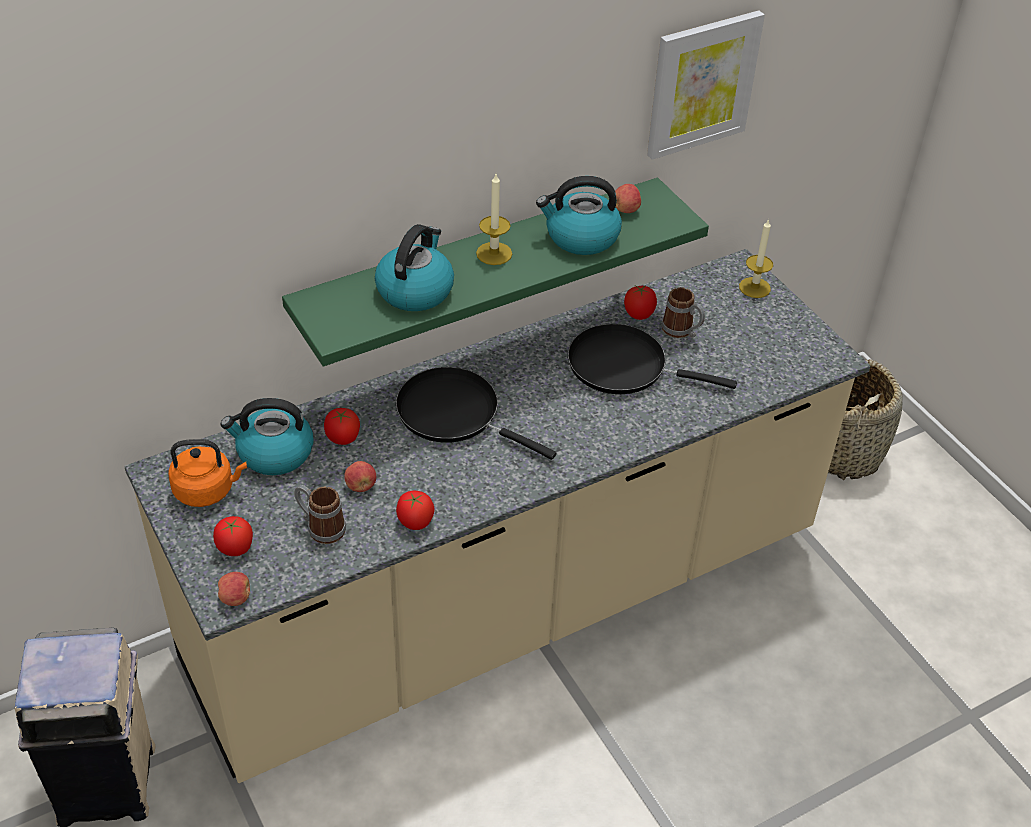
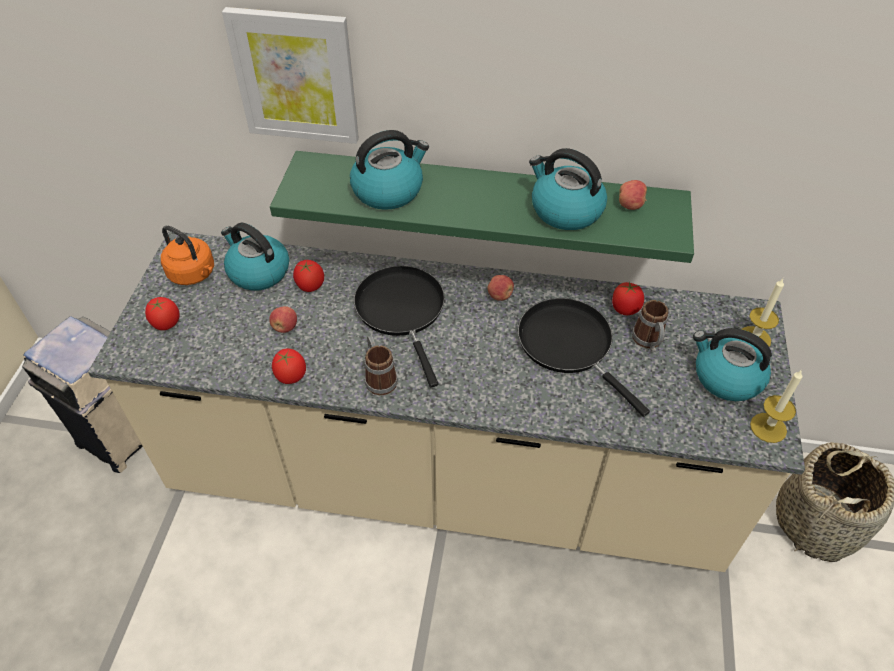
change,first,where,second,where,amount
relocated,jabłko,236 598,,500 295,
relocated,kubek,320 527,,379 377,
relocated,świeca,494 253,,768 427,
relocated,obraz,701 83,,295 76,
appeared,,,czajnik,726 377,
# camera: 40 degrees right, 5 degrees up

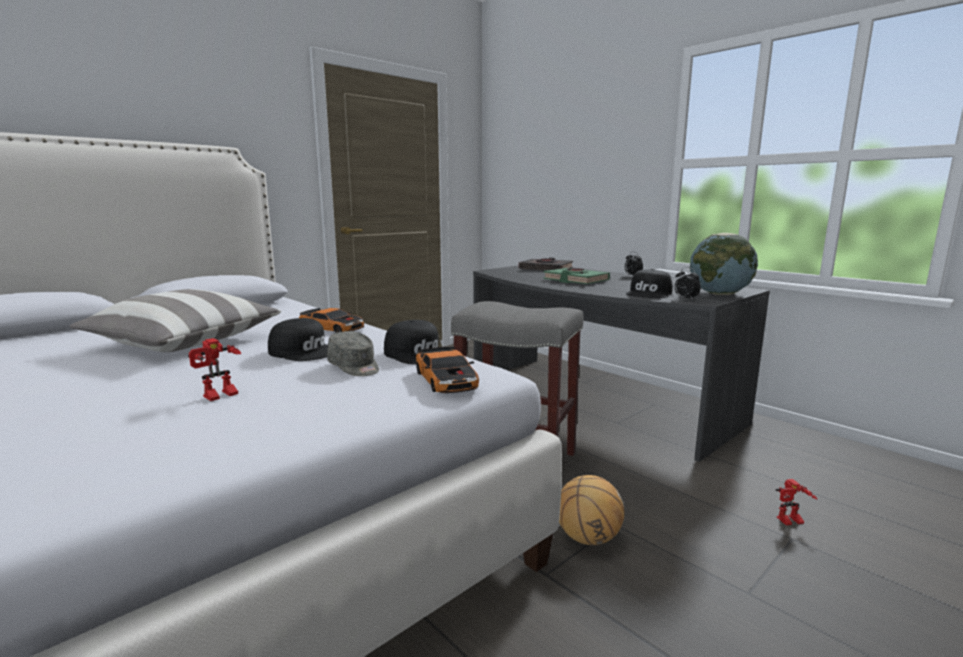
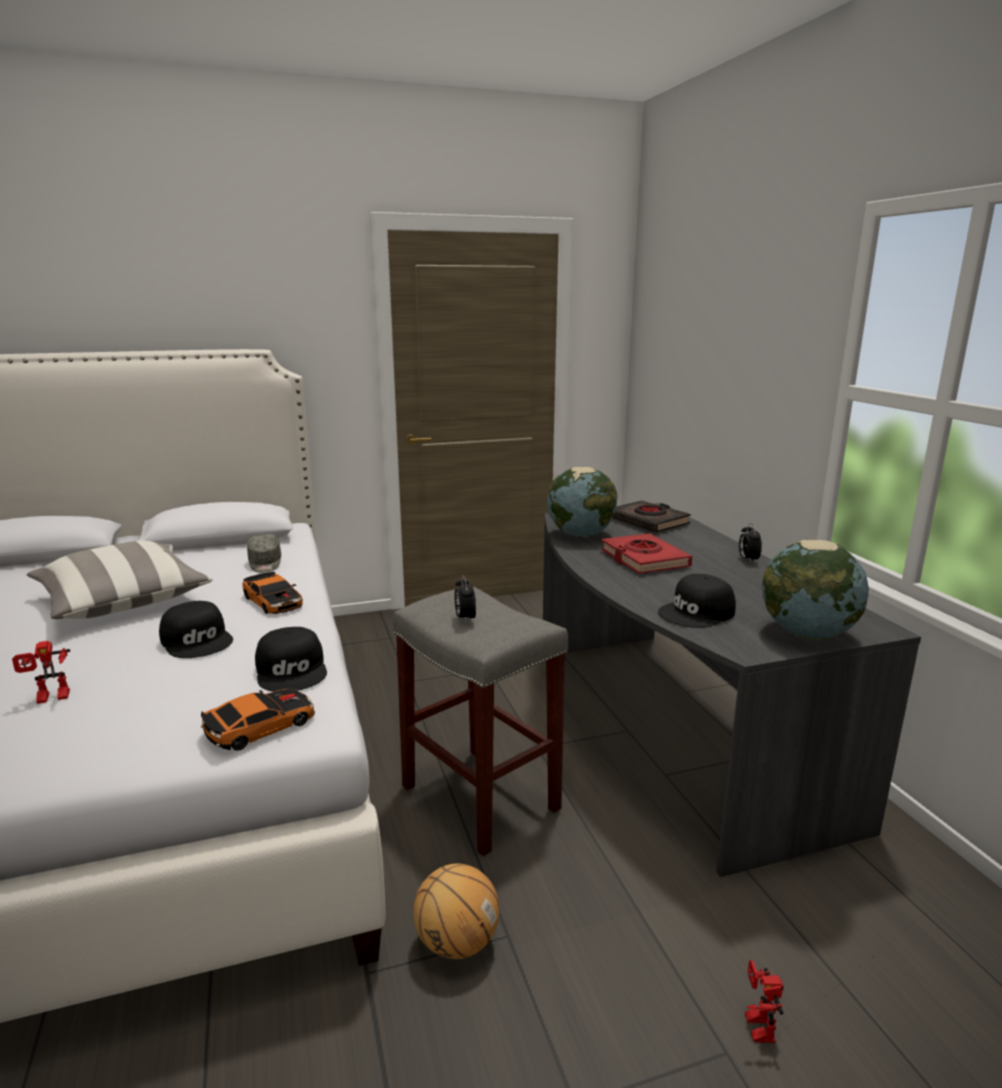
change,first,where,second,where,amount
relocated,czapka z daszkiem [szary],355 367,,265 564,
spun,samochodzik,447 379,,260 725,135 degrees counterclockwise
colour,książka [zielony],575 280,książka [czerwony],644 559,
relocated,budzik,685 299,,465 618,
spun,robot zabawkowy,790 522,,754 1025,75 degrees clockwise
appeared,,,globus,581 534,
# camera: 25 degrees right, 5 degrees up

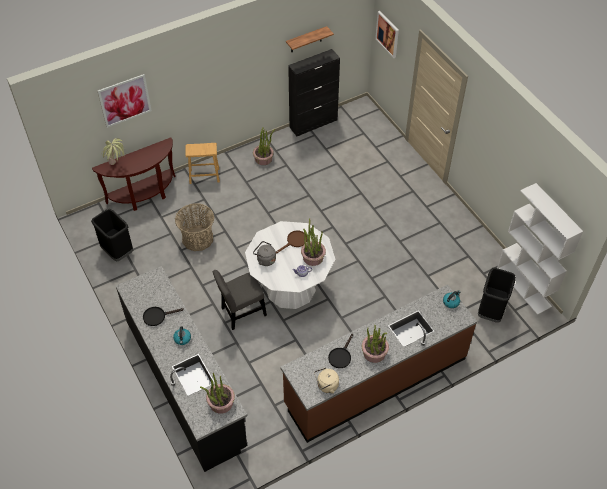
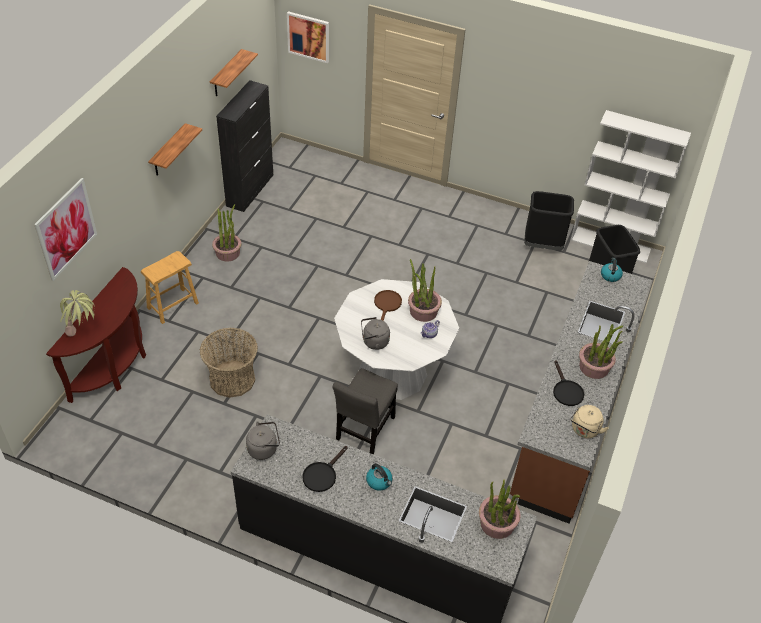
change,first,where,second,where,amount
relocated,kosz na śmieci [czarny],117 251,,542 245,
appeared,,,półka,168 151,
appeared,,,czajnik [szary],264 449,
# camera: 40 degrees left, 5 degrees down

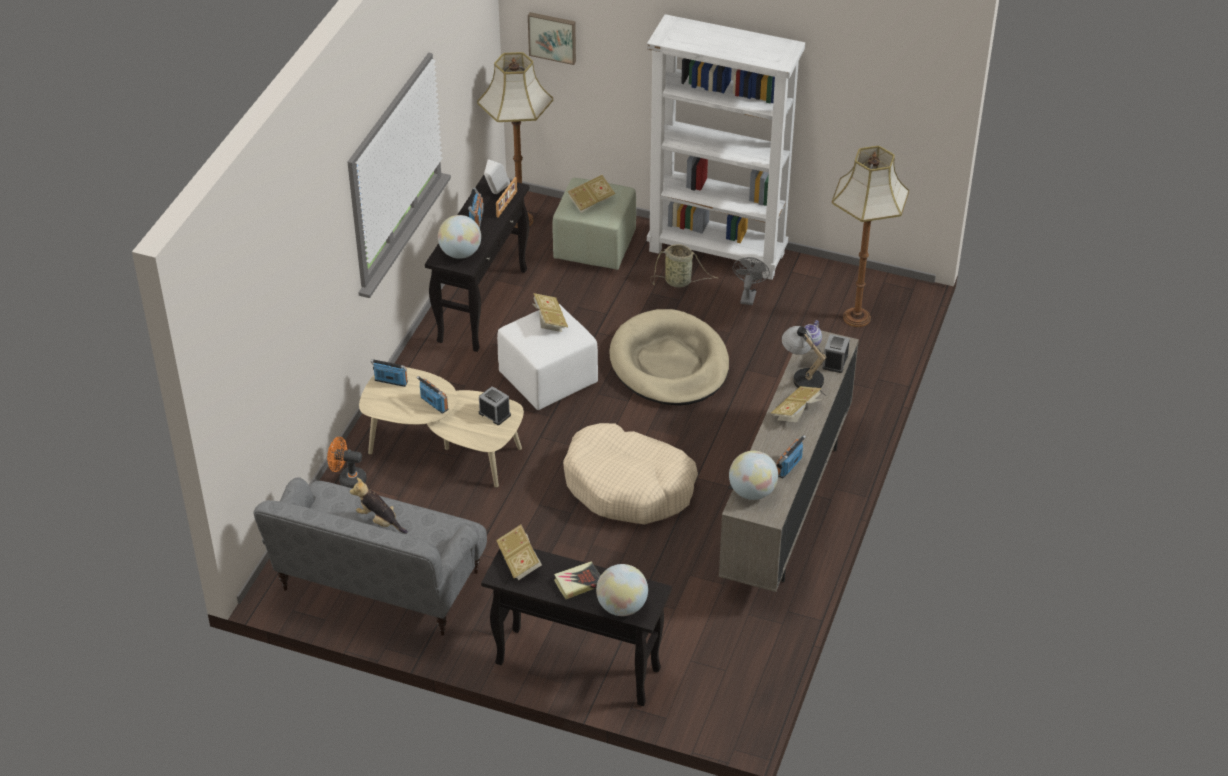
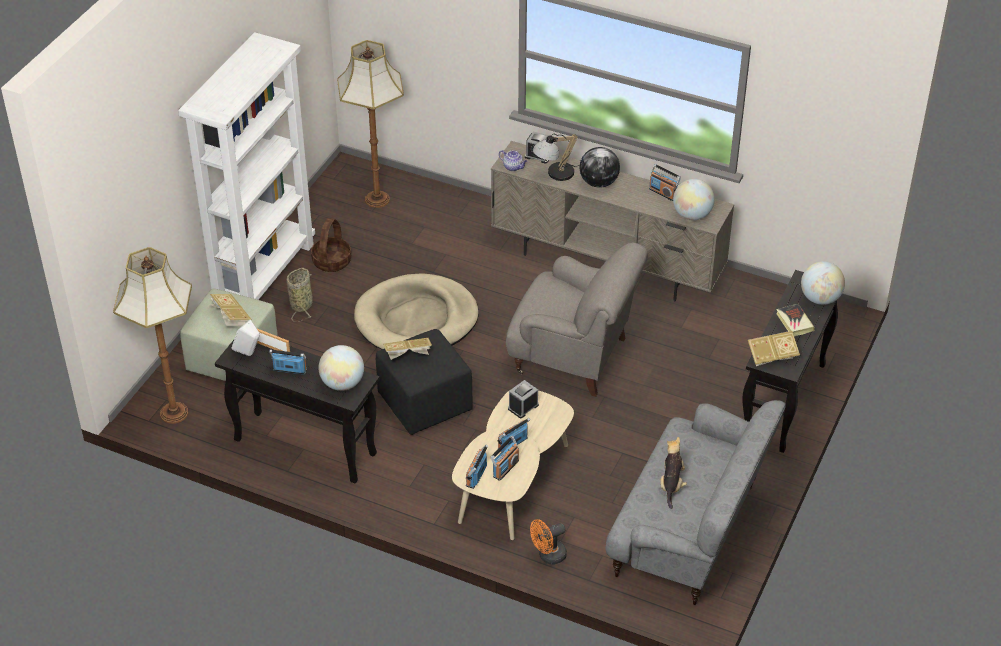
change,first,where,second,where,amount
spun,wentylator [pomarańczowy],348 480,,548 556,45 degrees clockwise
spun,pluszak,379 520,,671 484,150 degrees clockwise
colour,pufa [biały],547 380,pufa [czarny],426 403,
missing,obraz,553 37,,,
exchanged,legowisko [beżowy],629 486,fotel [szary],573 357,
exchanged,wentylator [szary],748 295,koszyk,332 261,
exchanged,książka,796 412,globus,599 183,
appeared,,,radio,505 468,
# camera: 85 degrees left, 0 degrees up

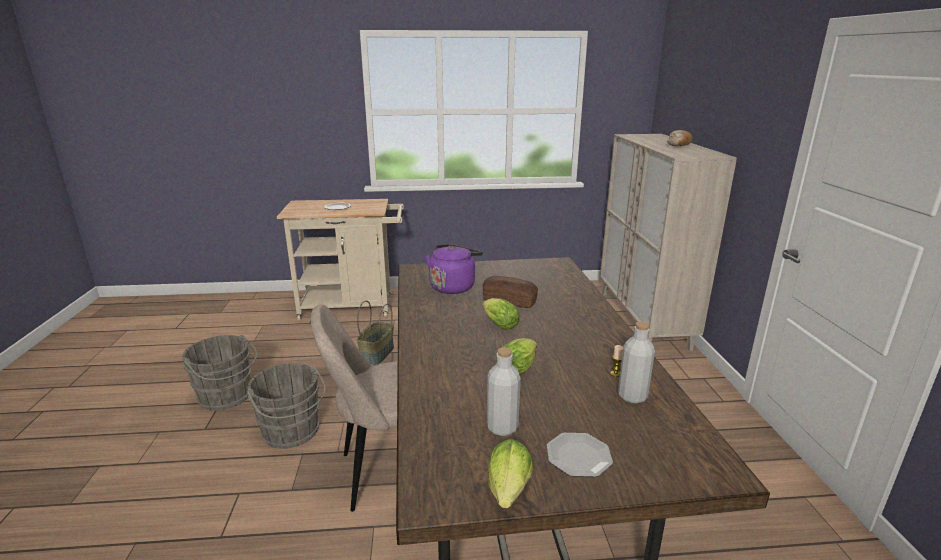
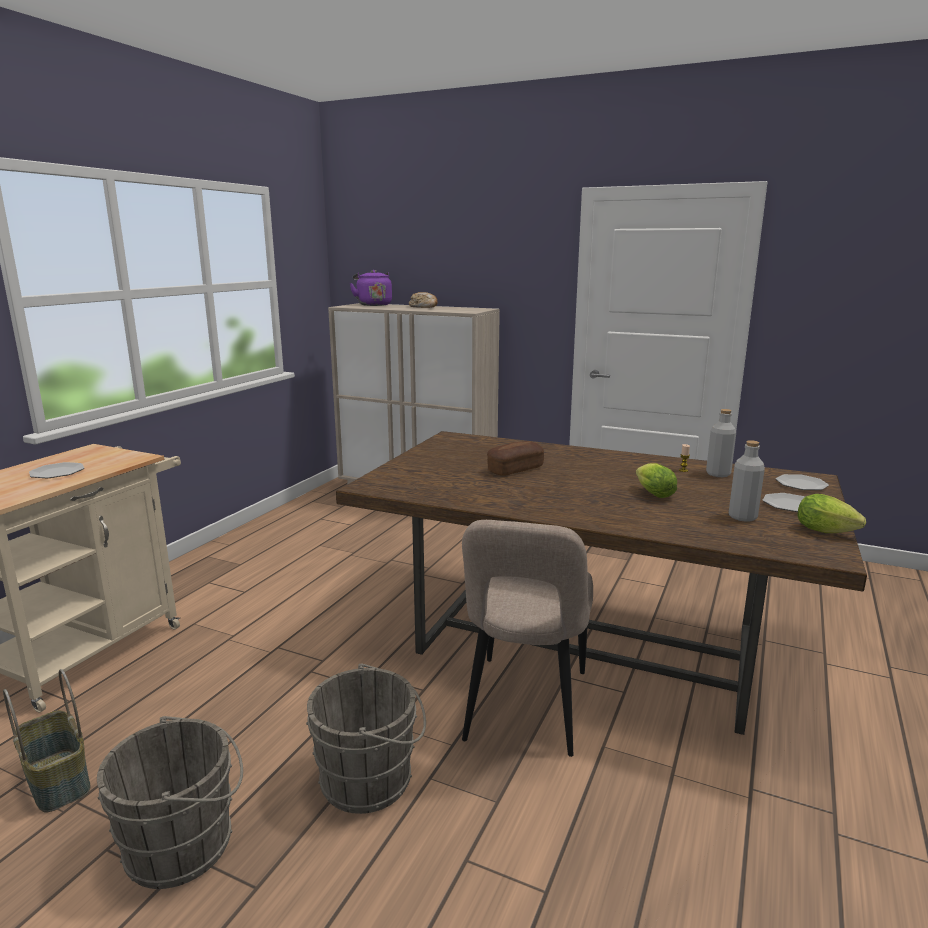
change,first,where,second,where,amount
relocated,koszyk,377 354,,59 780,
relocated,czajnik [fioletowy],453 286,,373 305,
missing,sałata,498 324,,,
appeared,,,talerz,801 484,
# camera: 60 degrees left, 5 degrees down

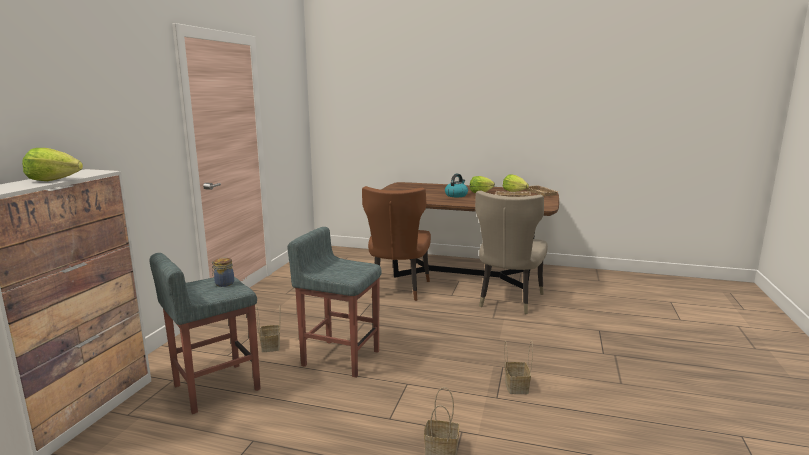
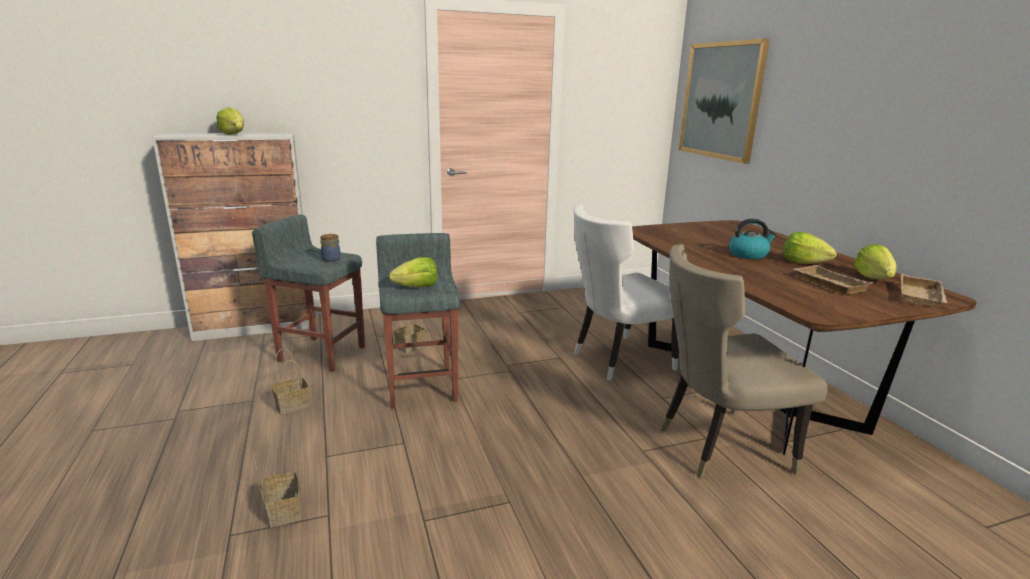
change,first,where,second,where,amount
colour,krzesło [brązowy],397 290,krzesło [biały],618 360,
relocated,koszyk,515 386,,293 405,
appeared,,,sałata,417 287,
appeared,,,obraz,721 100,
# camera: 55 degrees right, 5 degrees up

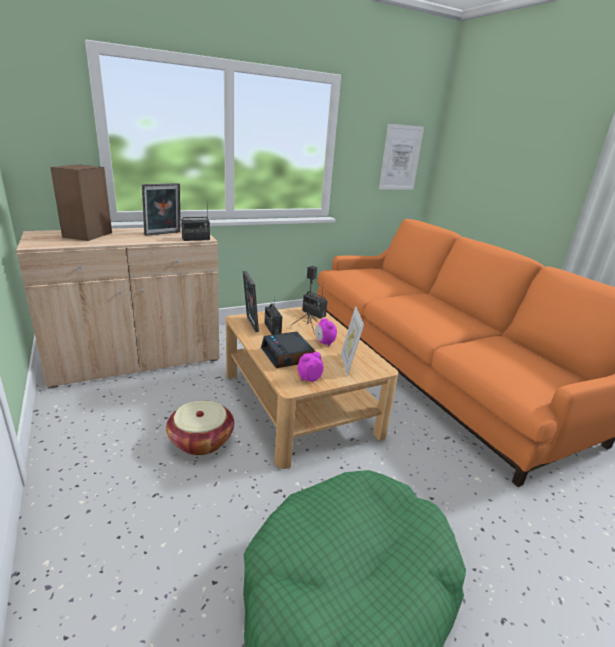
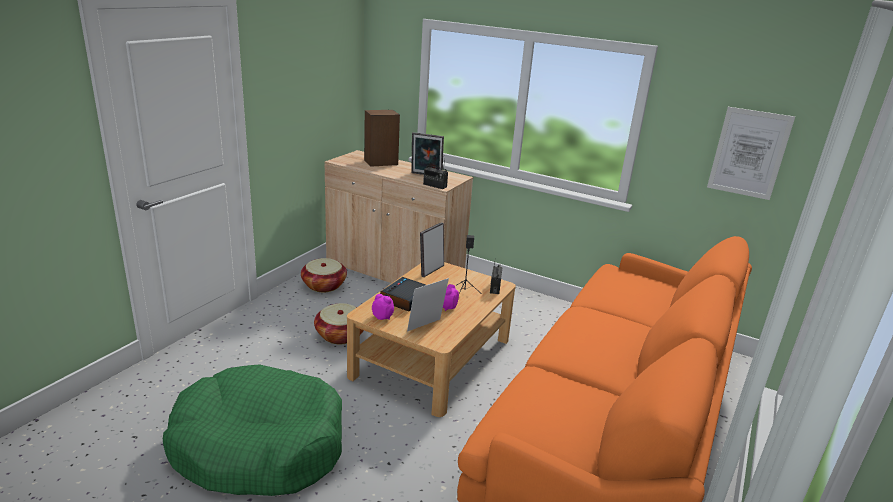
change,first,where,second,where,amount
missing,radio,272 328,,,
appeared,,,koszyk,324 285,
# camera: 55 degrees right, 0 degrees up

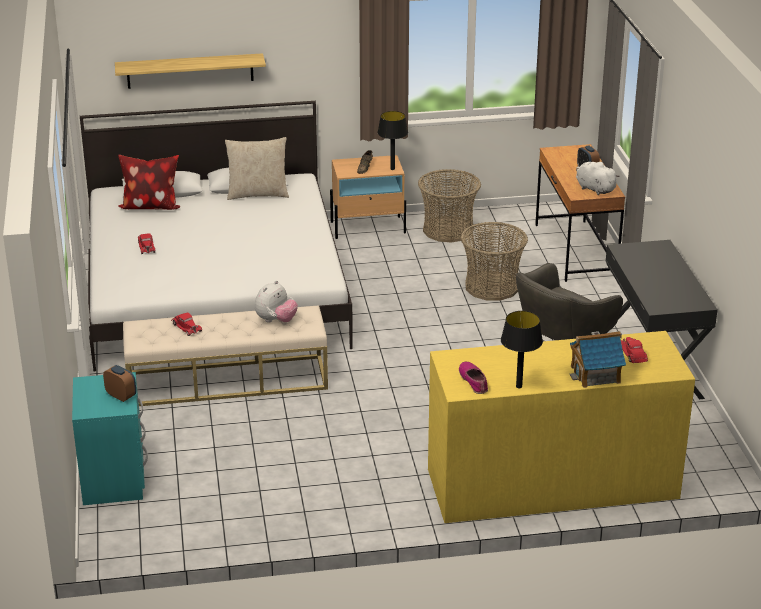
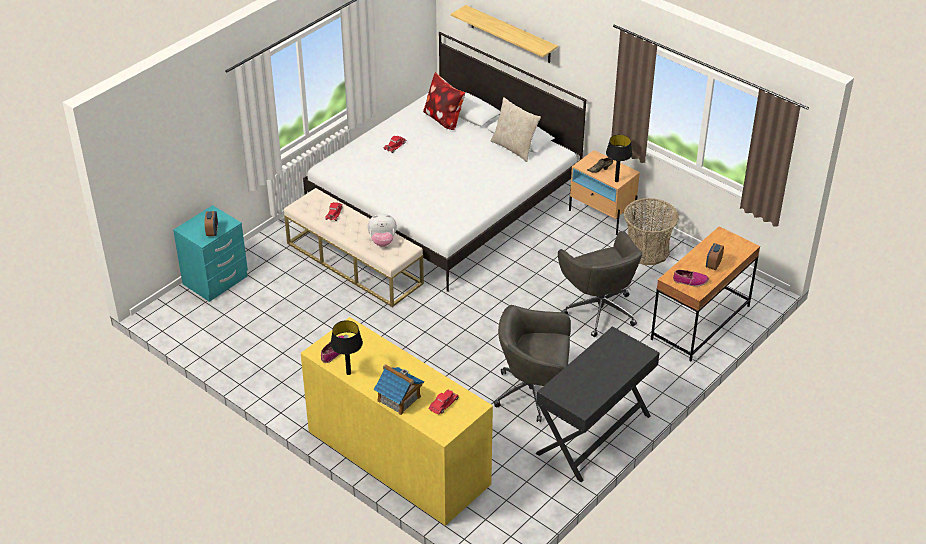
change,first,where,second,where,amount
exchanged,koszyk,492 287,krzesło biurowe [szary],599 310,
exchanged,pluszak [biały],594 189,but,690 281,
# camera: 50 degrees right, 10 degrees up

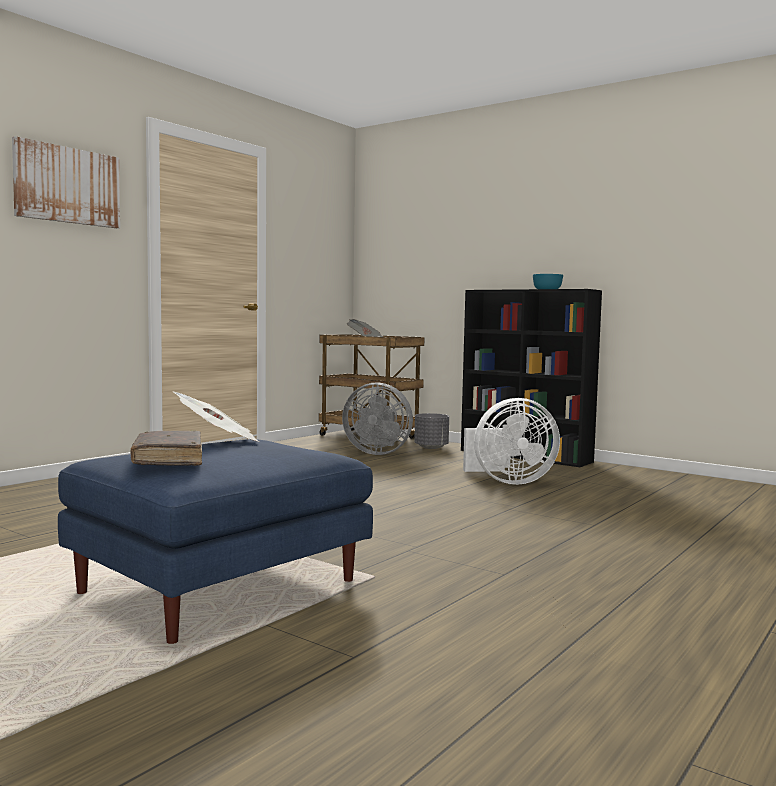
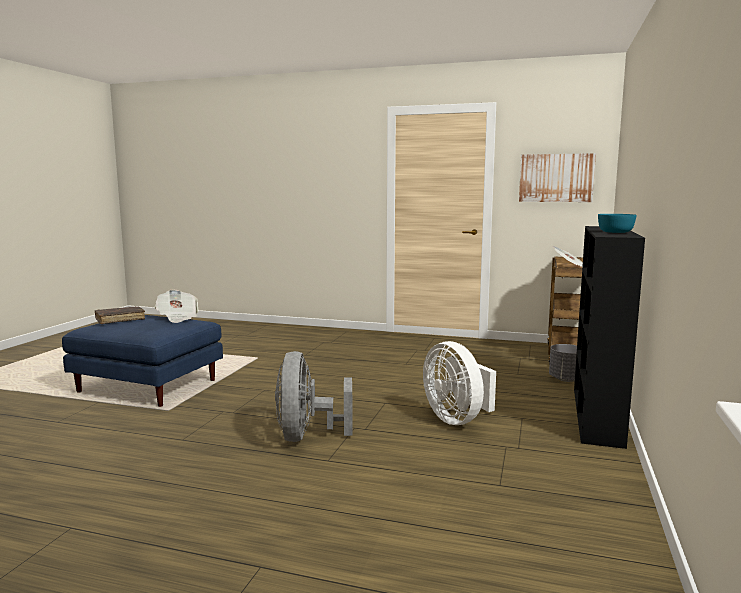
change,first,where,second,where,amount
relocated,obraz,67 185,,556 178,
relocated,wentylator [szary],377 453,,307 436,
# camera: 70 degrees right, 5 degrees up

